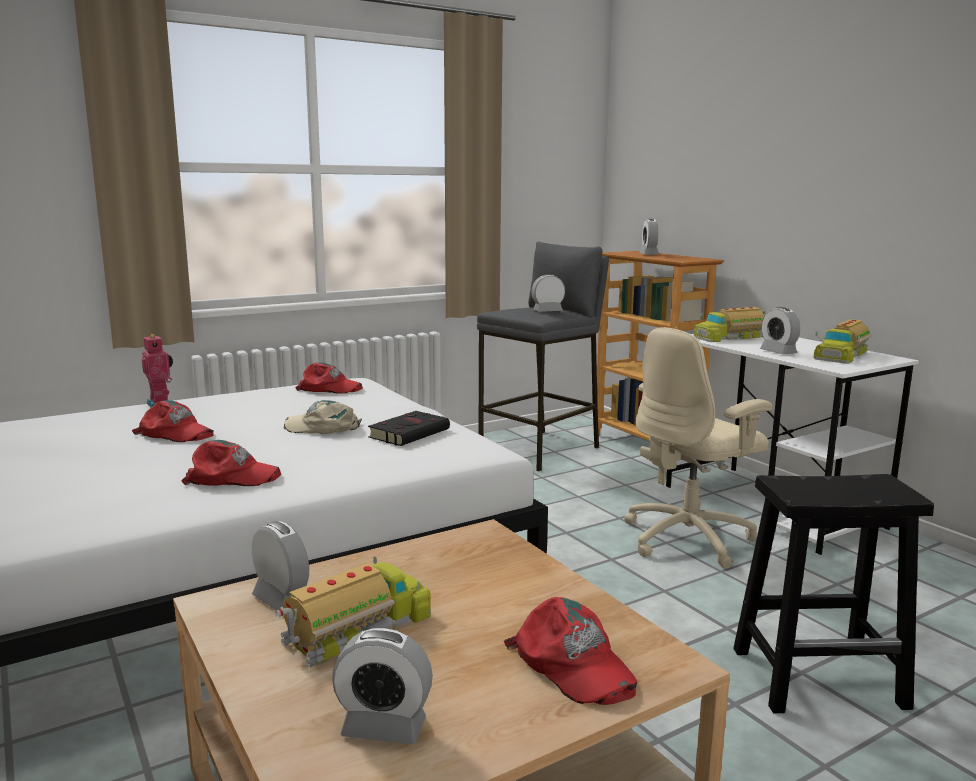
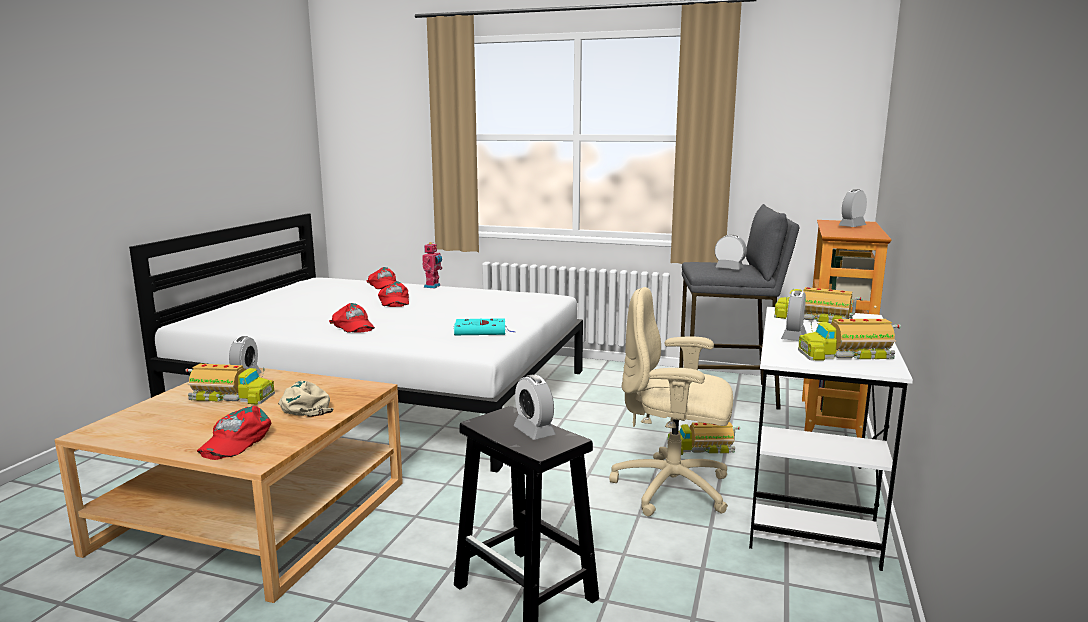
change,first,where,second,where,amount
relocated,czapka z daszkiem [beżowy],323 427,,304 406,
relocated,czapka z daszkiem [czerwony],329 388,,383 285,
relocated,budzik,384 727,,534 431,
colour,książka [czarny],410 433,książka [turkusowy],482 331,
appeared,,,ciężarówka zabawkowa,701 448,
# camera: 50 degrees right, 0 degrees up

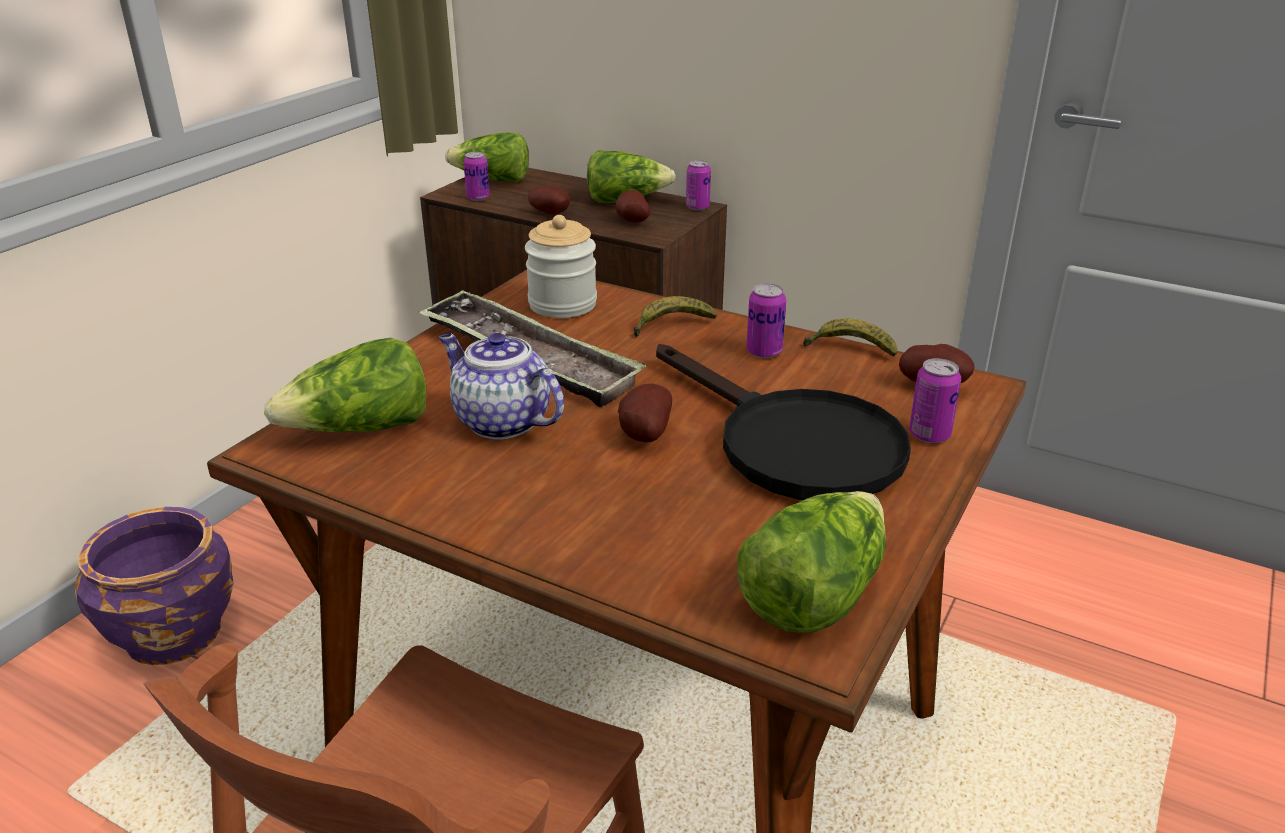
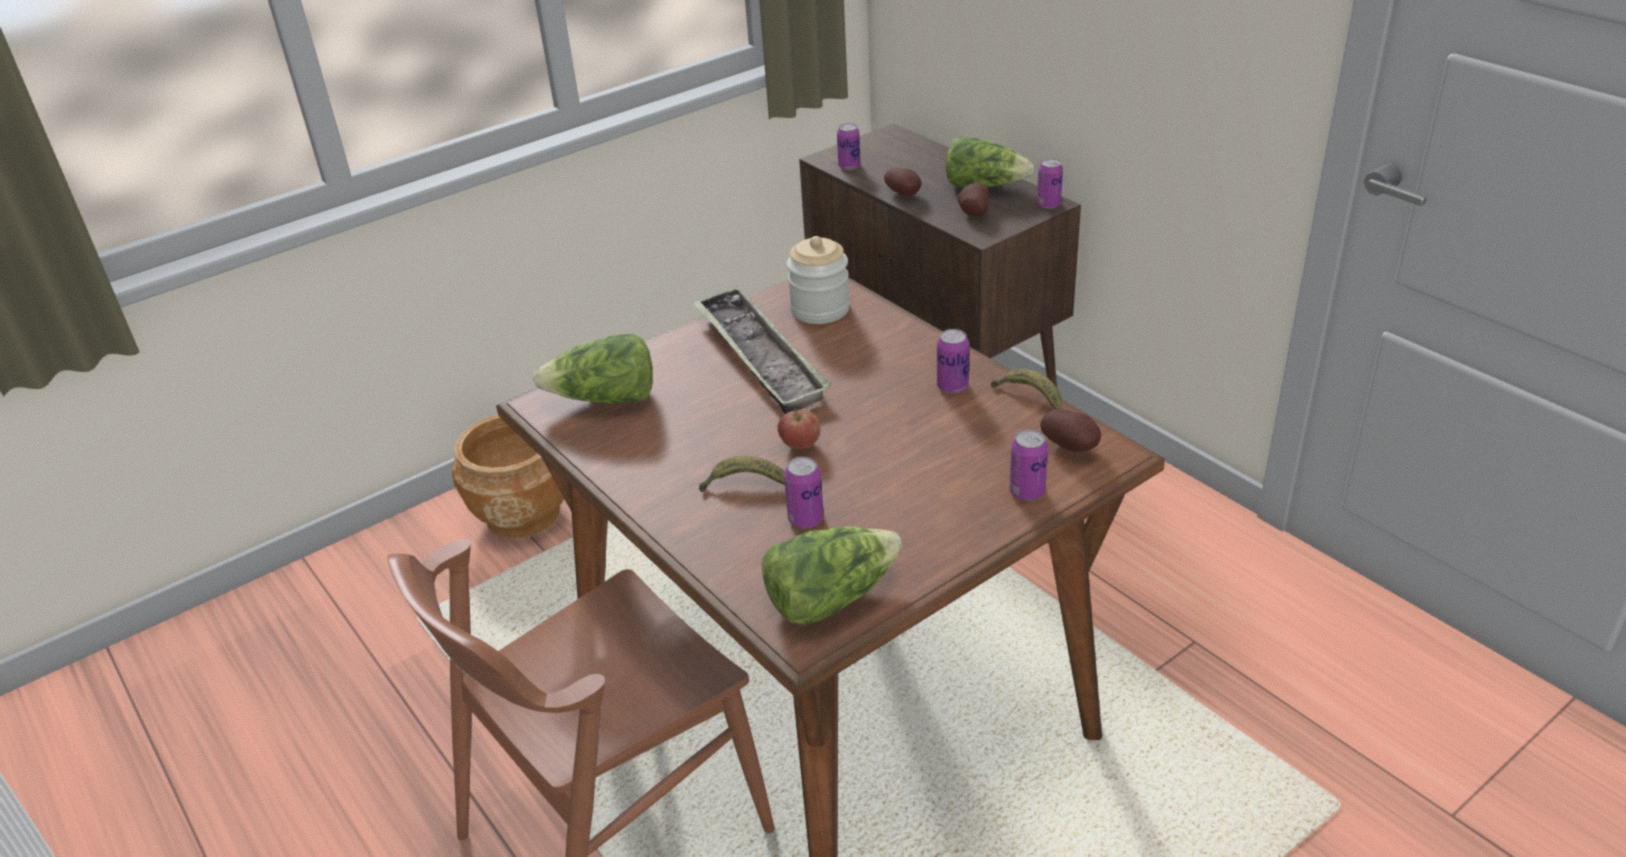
change,first,where,second,where,amount
colour,donica [fioletowy],173 632,donica [brązowy],523 514,
missing,imbryk,500 421,,,
missing,sałata,493 180,,,
exchanged,ziemniak,643 435,jabłko,800 445,
relocated,banan,671 325,,744 484,
missing,patelnia [czarny],791 443,,,
appeared,,,puszka,805 519,
# camera: 25 degrees right, 5 degrees up

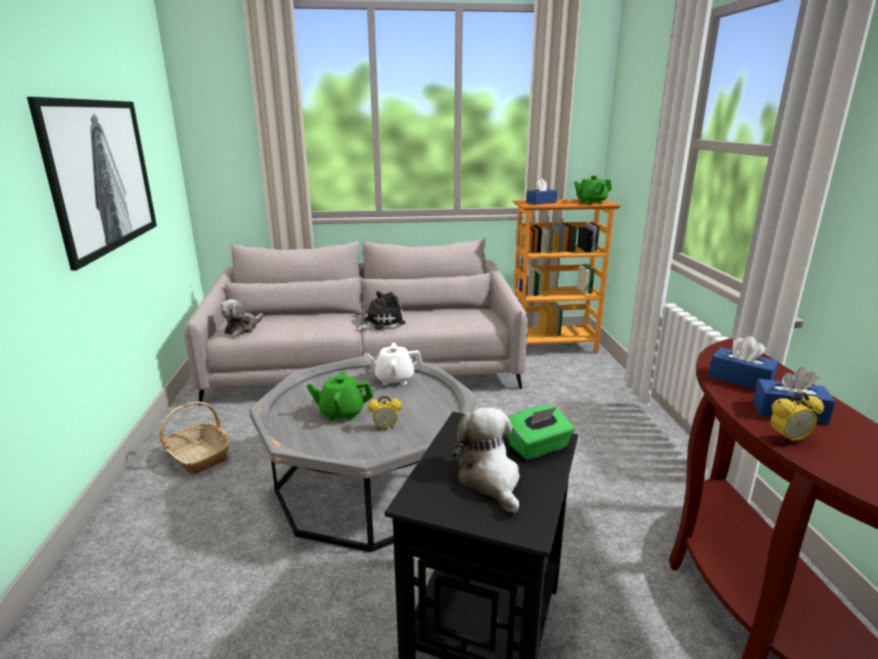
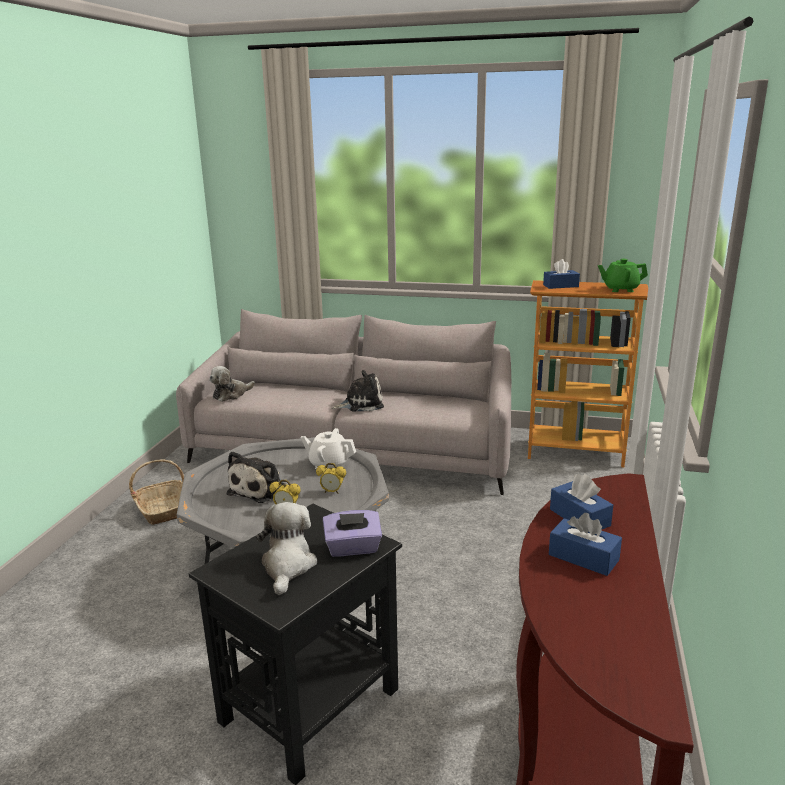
change,first,where,second,where,amount
missing,obraz,100 175,,,
exchanged,imbryk [zielony],342 413,pluszak,260 489,
colour,pudełko chusteczek [zielony],538 448,pudełko chusteczek [fioletowy],353 548,
relocated,budzik,788 440,,332 492,
# camera: 20 degrees right, 0 degrees up

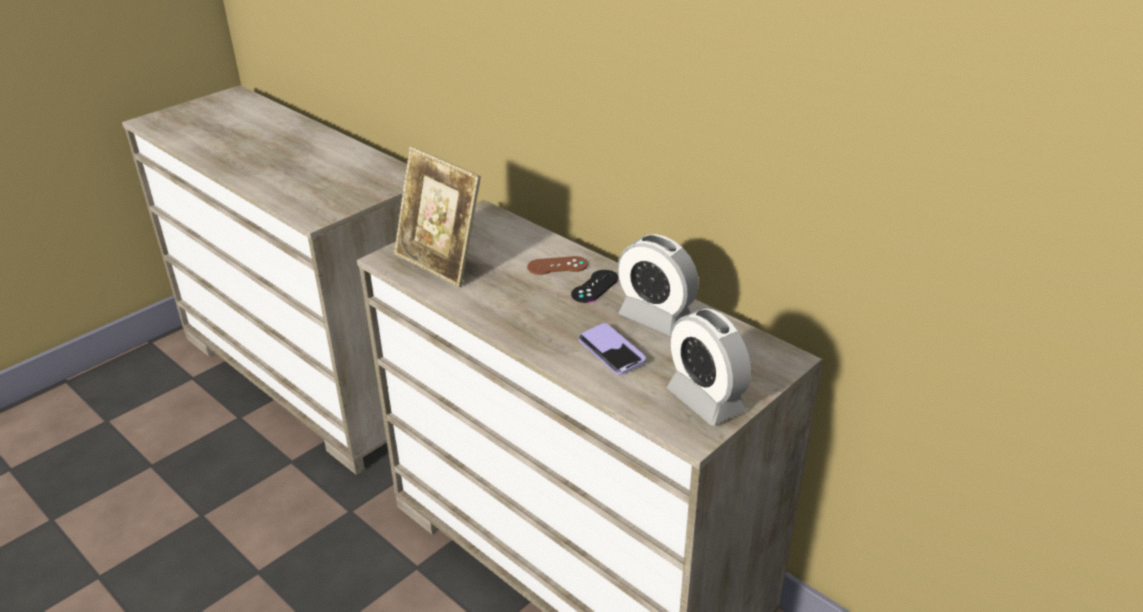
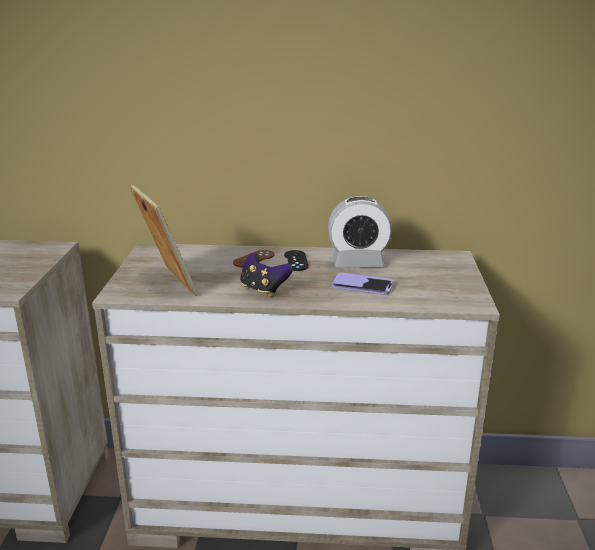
change,first,where,second,where,amount
spun,ramka na zdjęcie,440 263,,167 283,120 degrees counterclockwise
missing,budzik,705 400,,,
appeared,,,pad do gier,263 290,
# camera: 40 degrees left, 10 degrees down

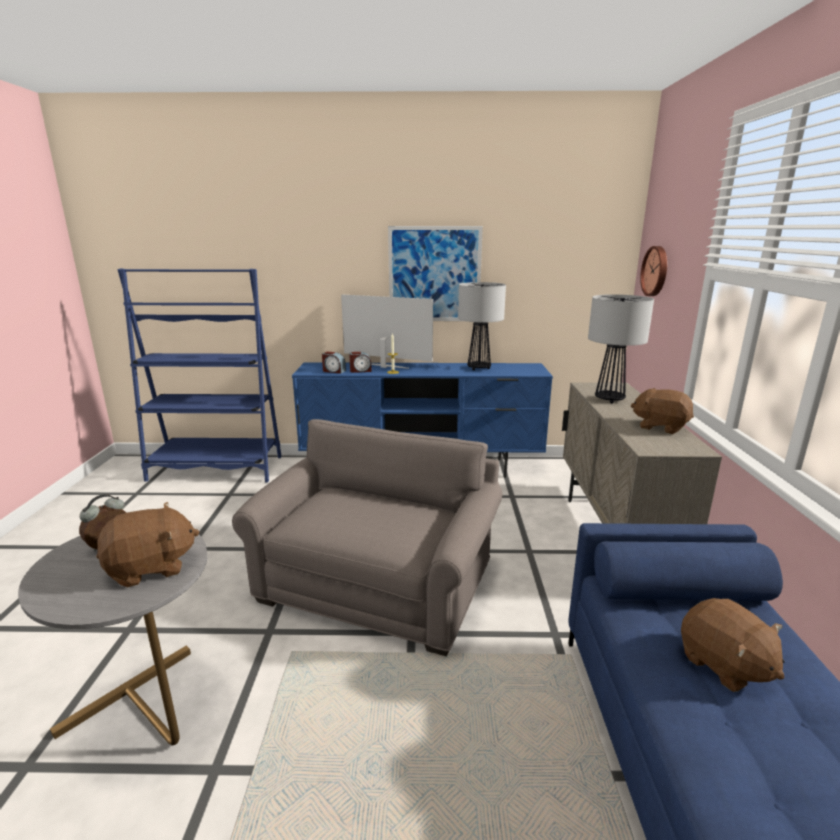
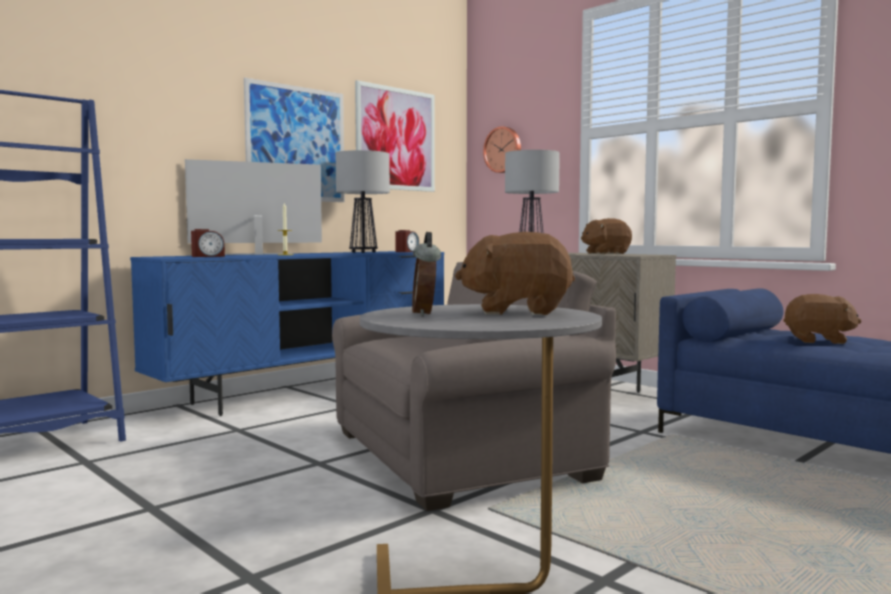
change,first,where,second,where,amount
spun,pluszak [brązowy],151 567,,517 311,105 degrees counterclockwise
spun,fotel [szary],377 584,,457 455,90 degrees clockwise
relocated,budzik,360 370,,407 252,
appeared,,,obraz,396 139,
# camera: 45 degrees left, 15 degrees down

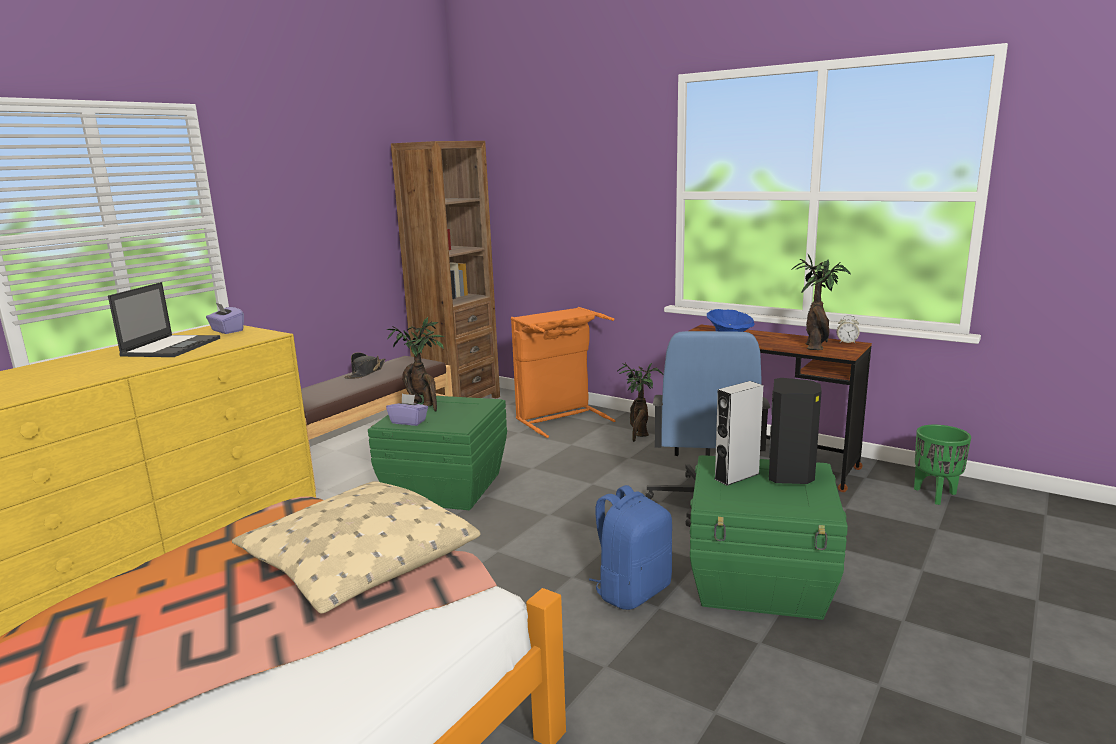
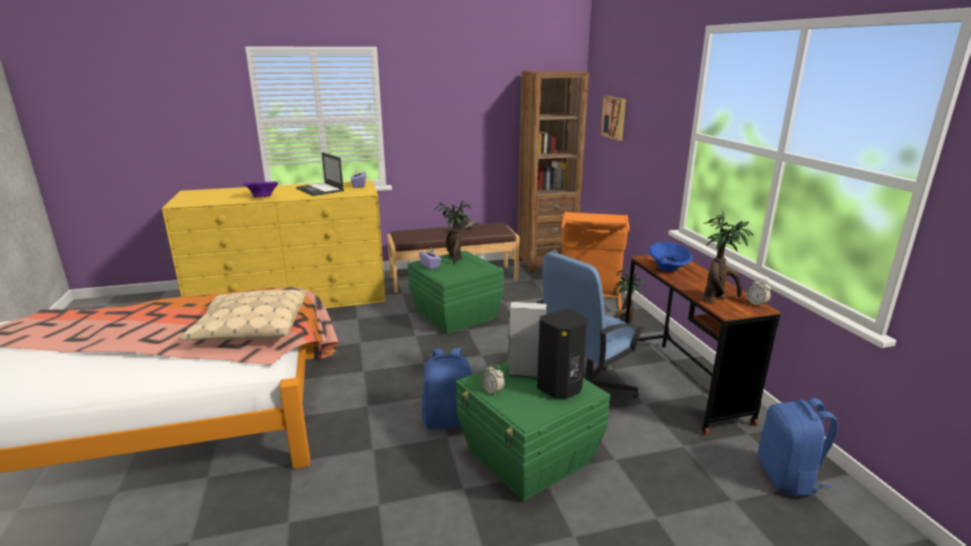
change,first,where,second,where,amount
spun,laptop,172 346,,320 190,90 degrees clockwise
exchanged,donica [zielony],936 495,plecak [niebieski],788 478,
appeared,,,miska [fioletowy],262 197,
appeared,,,budzik,493 391,
appeared,,,obraz,614 117,
# camera: 40 degrees right, 5 degrees up

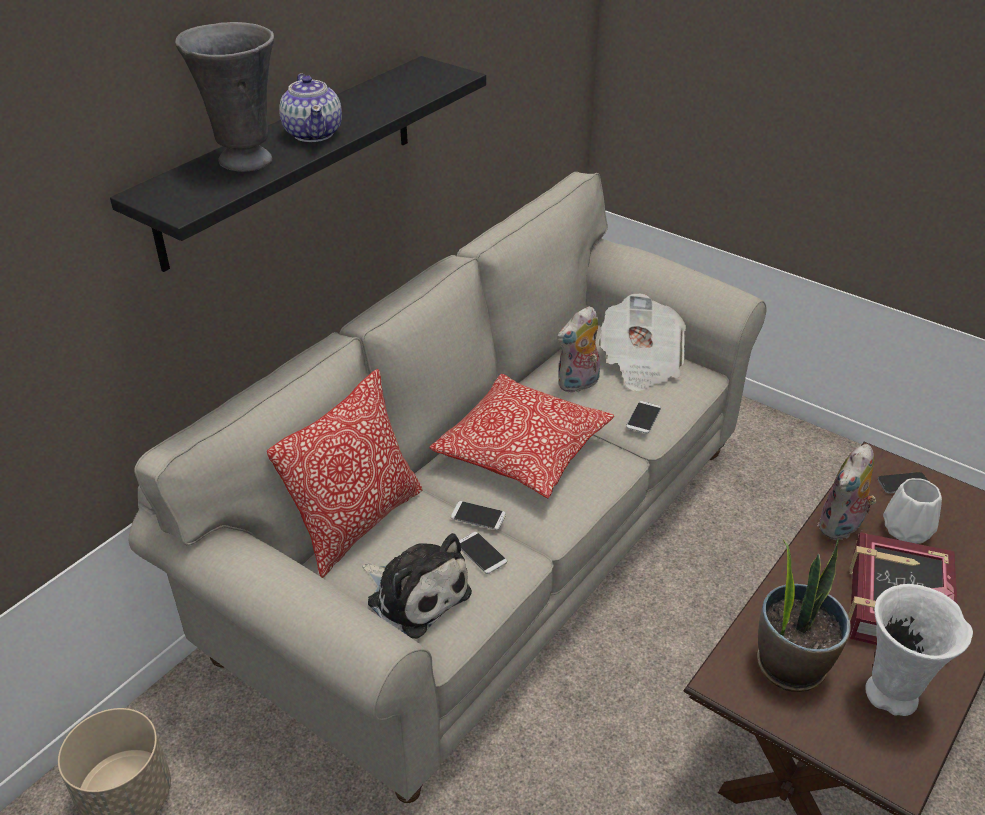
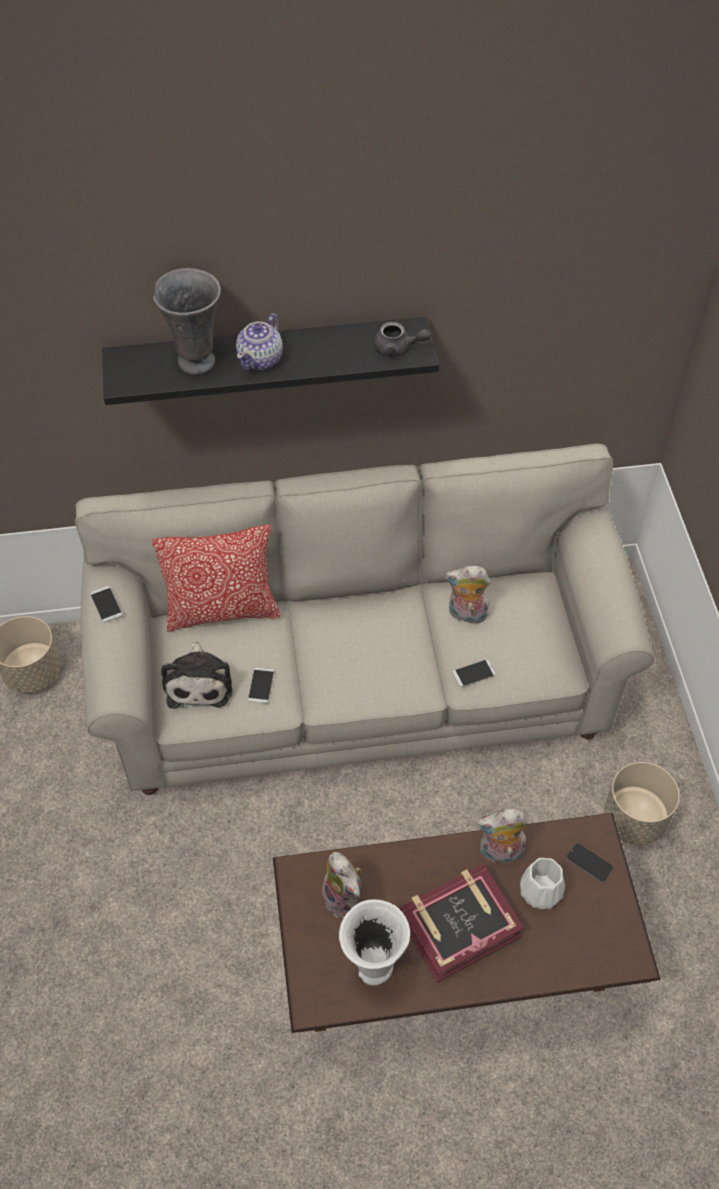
change,first,where,second,where,amount
missing,poduszka,522 451,,,
relocated,telefon,478 516,,106 604,
missing,gazeta,640 363,,,
exchanged,roślina doniczkowa,790 665,pluszak,345 898,
appeared,,,imbryk [szary],397 349,
appeared,,,donica [beżowy],634 819,
# camera: 45 degrees right, 15 degrees up

